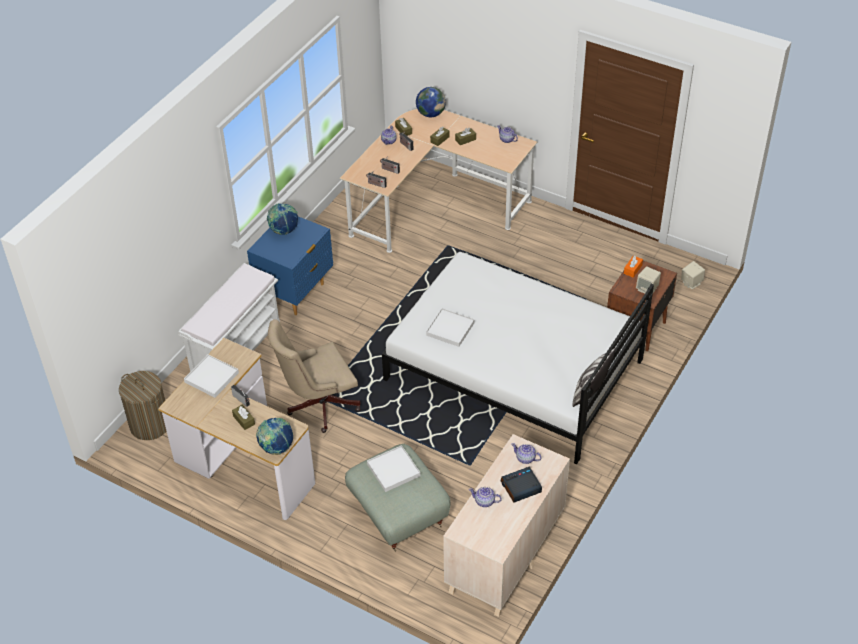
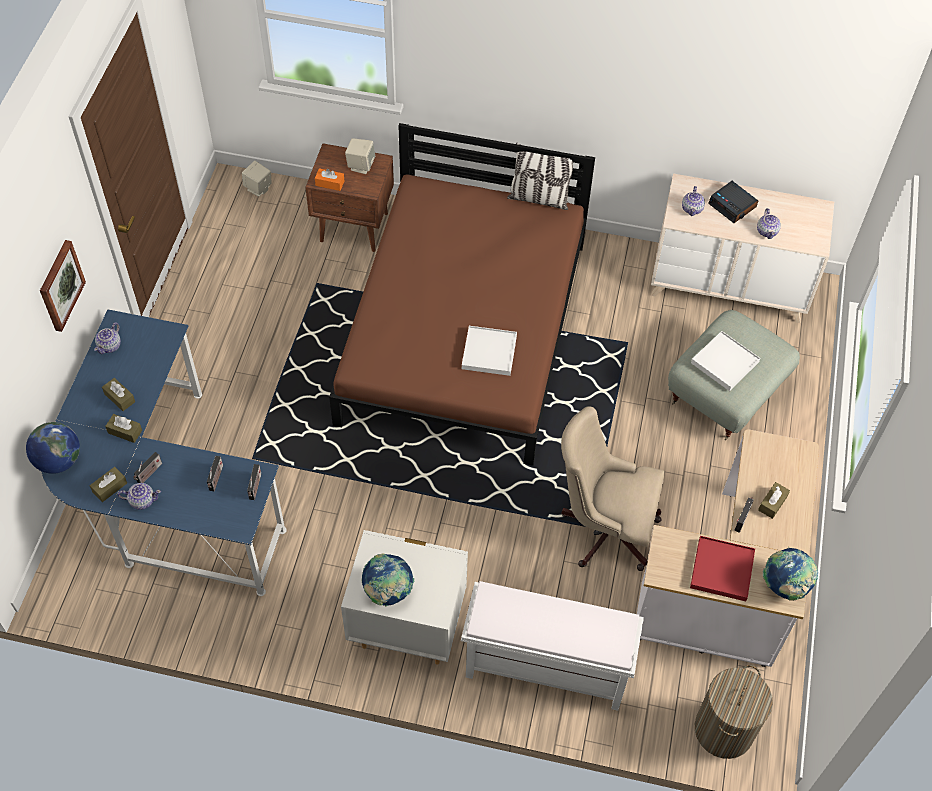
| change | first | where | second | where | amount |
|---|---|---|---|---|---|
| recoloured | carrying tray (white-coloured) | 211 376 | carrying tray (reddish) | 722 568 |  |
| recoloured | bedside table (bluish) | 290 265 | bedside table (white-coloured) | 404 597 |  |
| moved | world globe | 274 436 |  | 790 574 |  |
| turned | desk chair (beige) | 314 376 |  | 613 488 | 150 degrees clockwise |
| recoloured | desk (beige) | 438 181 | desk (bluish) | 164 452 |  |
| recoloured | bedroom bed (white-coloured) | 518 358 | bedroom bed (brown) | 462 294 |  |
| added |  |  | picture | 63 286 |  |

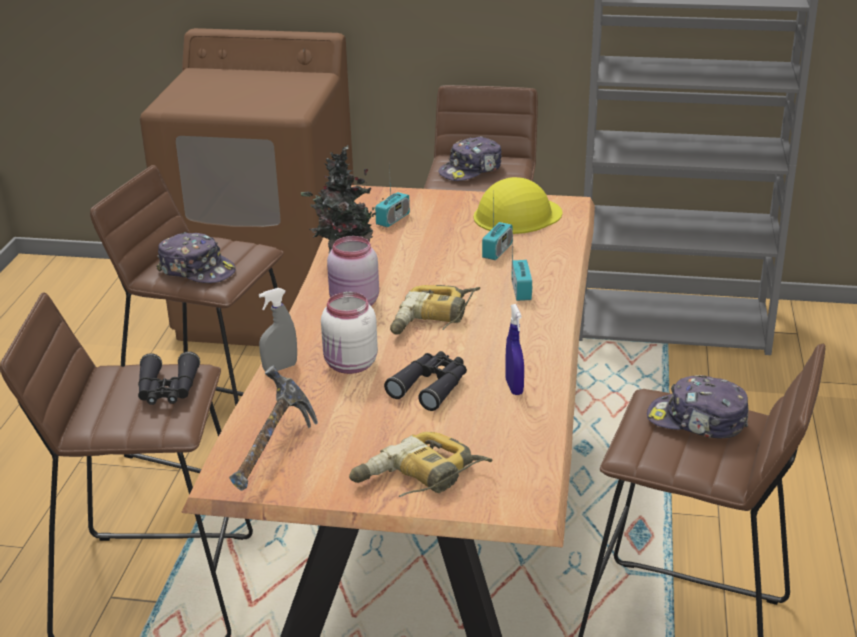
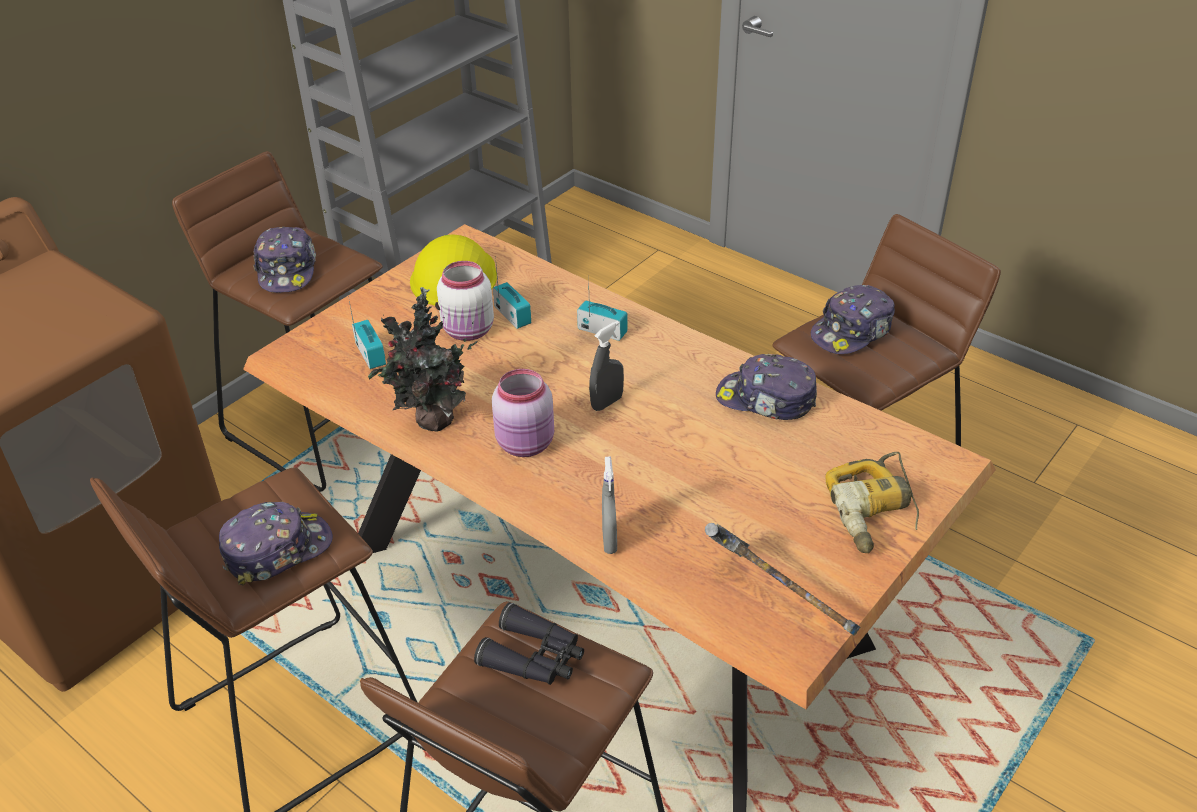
| change | first | where | second | where | amount |
|---|---|---|---|---|---|
| moved | storage jar (white-coloured) | 349 333 |  | 465 301 |  |
| removed | field glasses (black) | 425 381 |  |  |  |
| replaced | electric drill | 435 310 | sprayer (greyish) | 606 366 |  |
| replaced | sprayer (bluish) | 514 349 | cap | 766 387 |  |

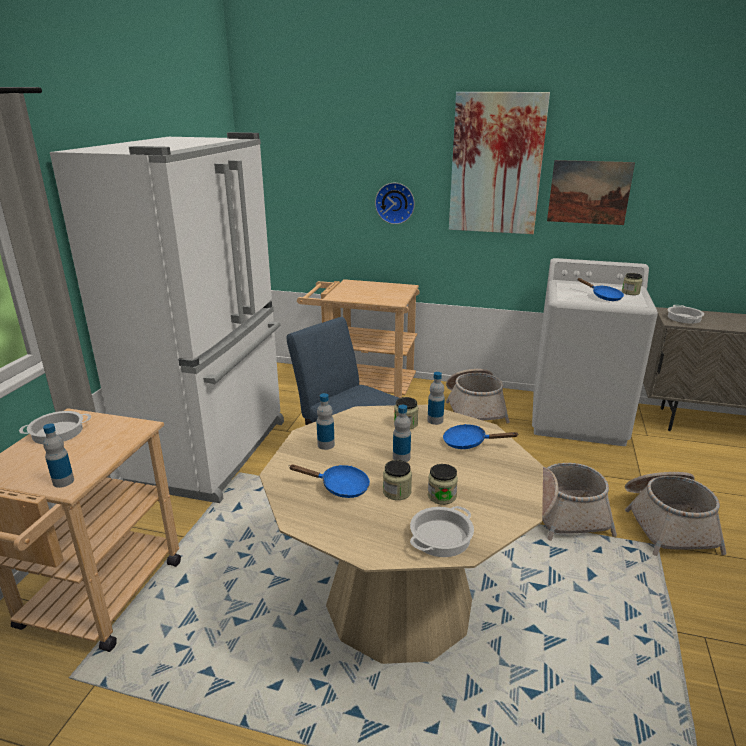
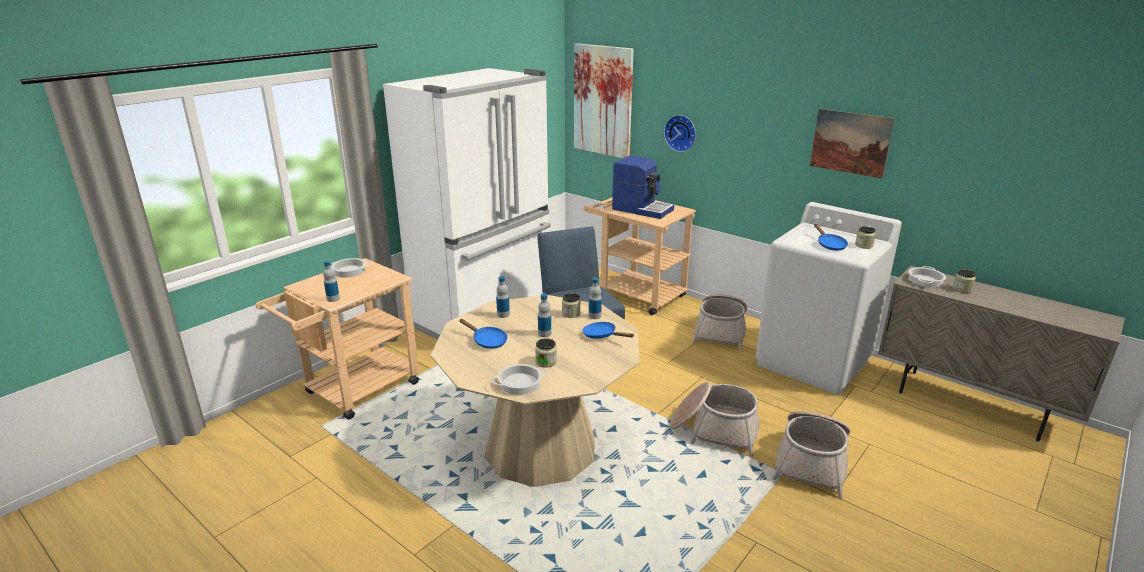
| change | first | where | second | where | amount |
|---|---|---|---|---|---|
| moved | storage jar | 397 480 |  | 964 281 |  |
| moved | picture | 499 163 |  | 604 100 |  |
| added |  |  | coffee machine | 643 187 |  |

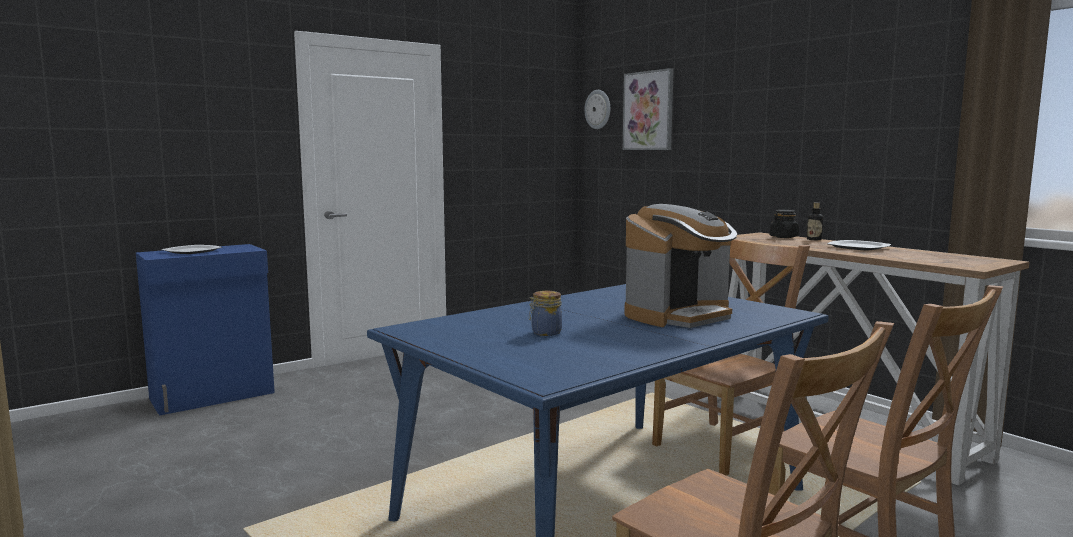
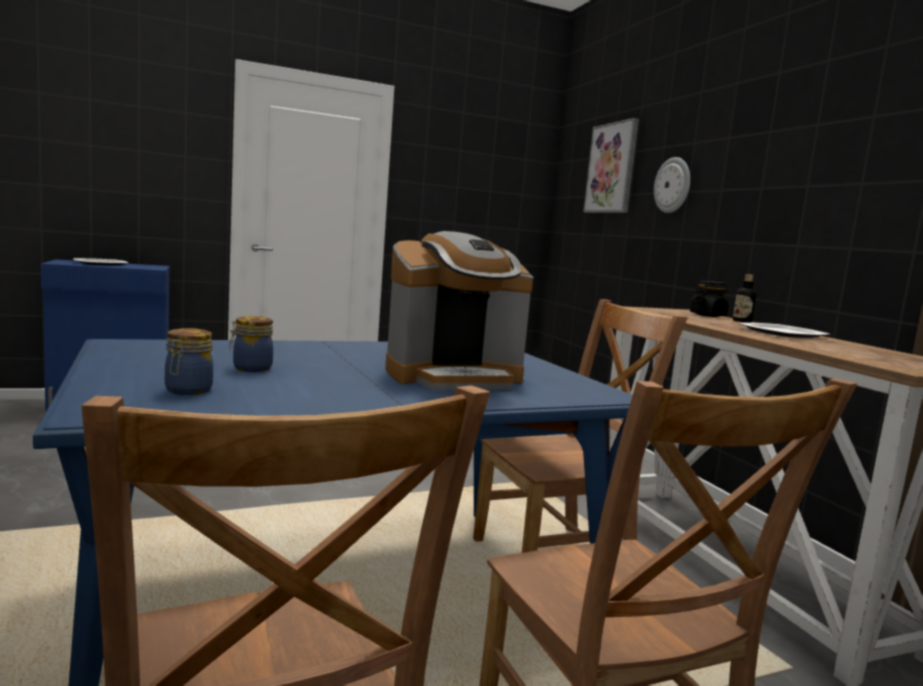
| change | first | where | second | where | amount |
|---|---|---|---|---|---|
| moved | wall clock | 597 109 |  | 672 185 |  |
| added |  |  | storage jar | 189 361 |  |

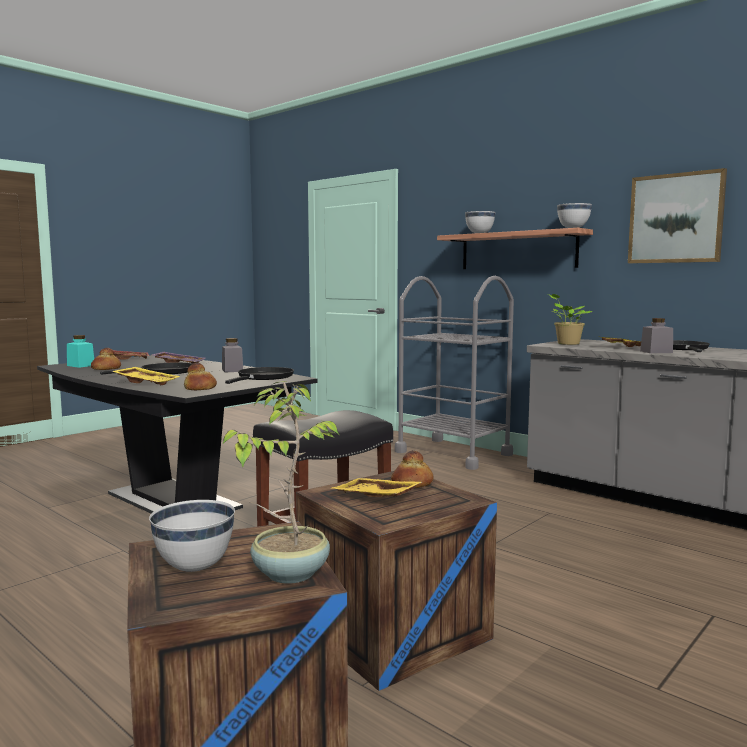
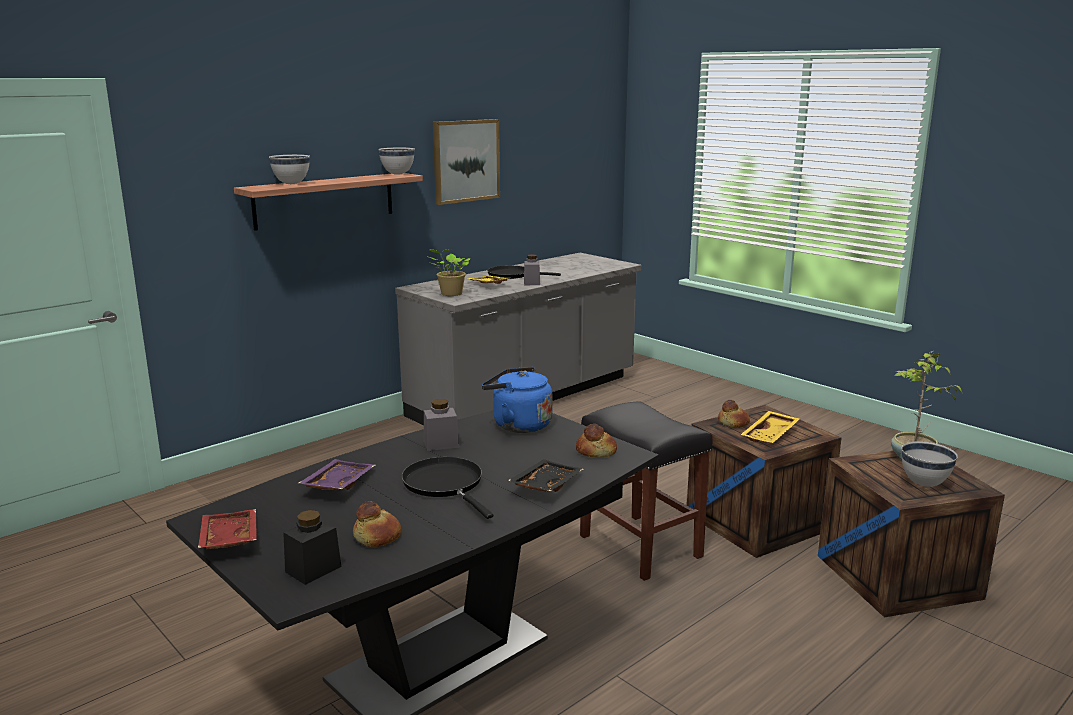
| change | first | where | second | where | amount |
|---|---|---|---|---|---|
| recoloured | storage jar (blue-green) | 80 351 | storage jar (black) | 312 547 |  |
| recoloured | carrying tray (yellow-coloured) | 146 376 | carrying tray (black) | 545 475 |  |
| replaced | skillet (black) | 259 375 | kettle (bluish) | 517 400 |  |
| removed | trolley (greyish) | 454 373 |  |  |  |

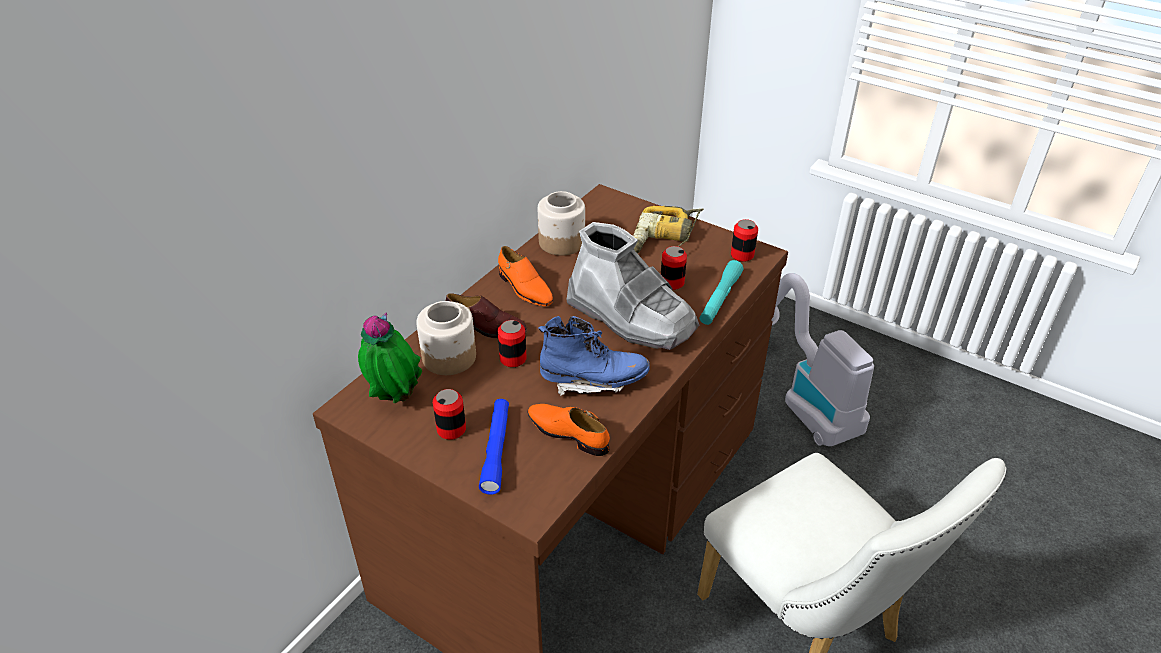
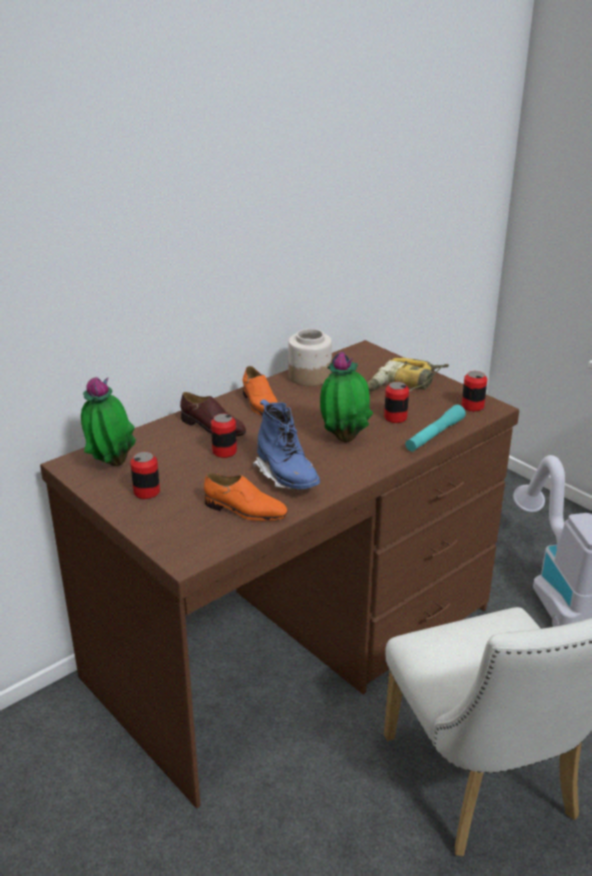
| change | first | where | second | where | amount |
|---|---|---|---|---|---|
| removed | storage jar | 446 338 |  |  |  |
| removed | hand torch (bluish) | 494 447 |  |  |  |
| turned | item of footwear (orange) | 569 430 |  | 246 497 | 150 degrees clockwise |
| turned | tall boot (bluish) | 594 356 |  | 286 444 | 45 degrees clockwise |
| replaced | tall boot (greyish) | 633 286 | potted plant | 347 397 |  |

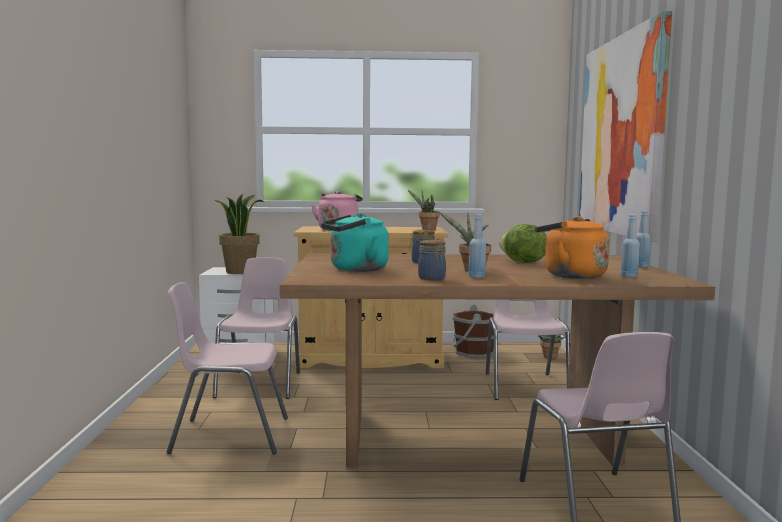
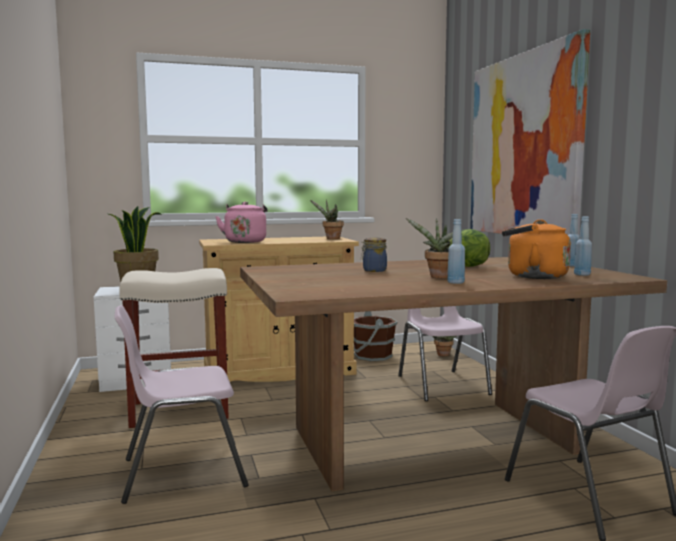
| change | first | where | second | where | amount |
|---|---|---|---|---|---|
| replaced | upright chair (pinkish) | 256 328 | stool seat (beige) | 174 348 |  |
| removed | kettle (blue-green) | 355 242 |  |  |  |
| removed | storage jar | 432 260 |  |  |  |

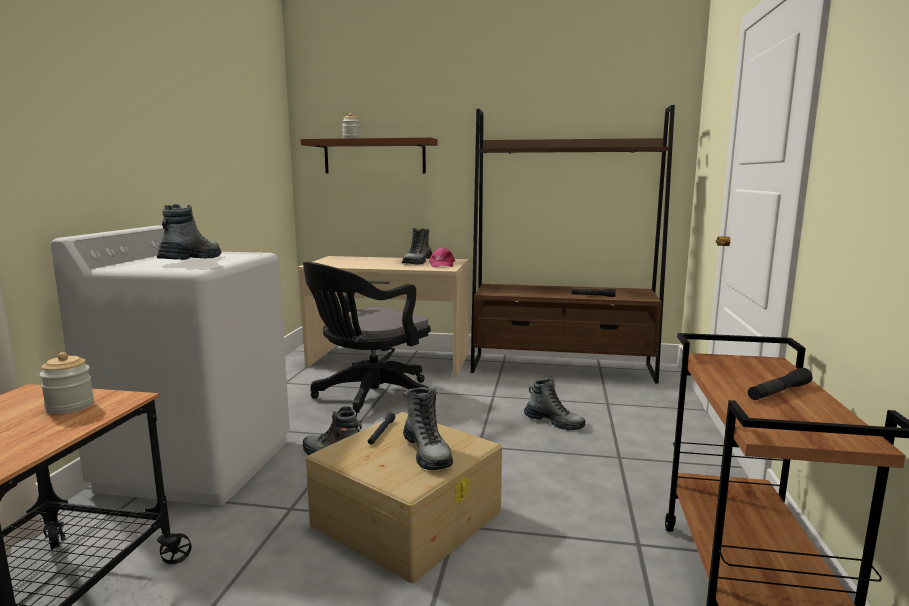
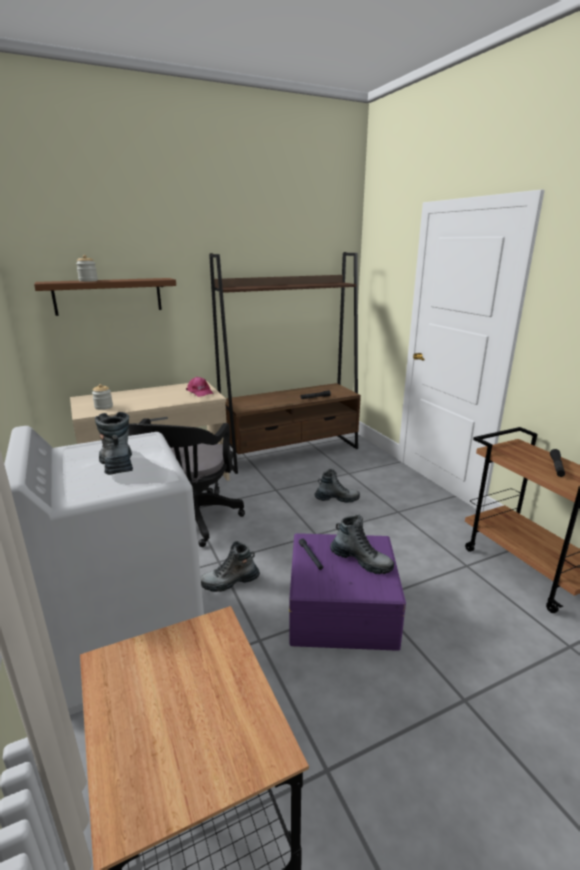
| change | first | where | second | where | amount |
|---|---|---|---|---|---|
| moved | storage jar | 66 383 |  | 102 397 |  |
| recoloured | storage container (beige) | 404 497 | storage container (purple) | 347 592 |  |
| removed | tall boot | 417 246 |  |  |  |

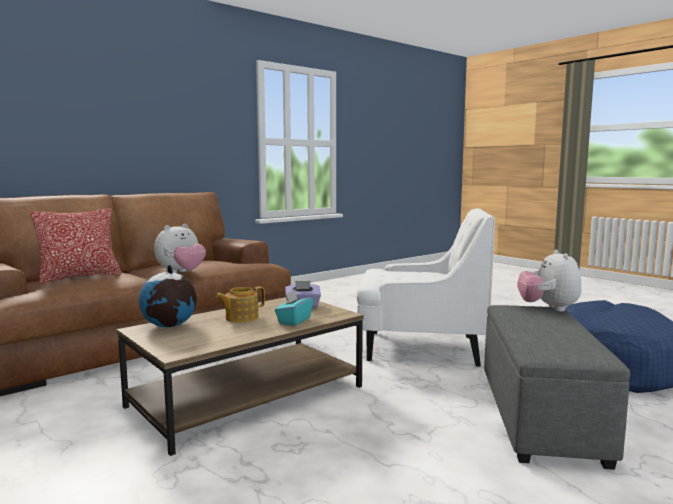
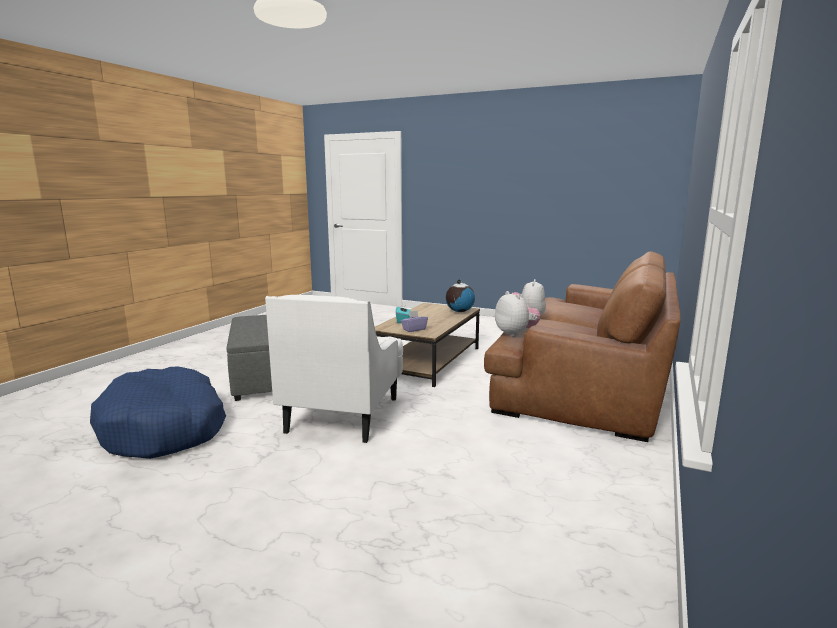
| change | first | where | second | where | amount |
|---|---|---|---|---|---|
| removed | cushion | 75 246 |  |  |  |
| removed | pot for tea | 240 304 |  |  |  |
| turned | easy chair (white-coloured) | 425 287 |  | 334 369 | 60 degrees counterclockwise |
| moved | soft toy | 549 281 |  | 517 314 |  |

